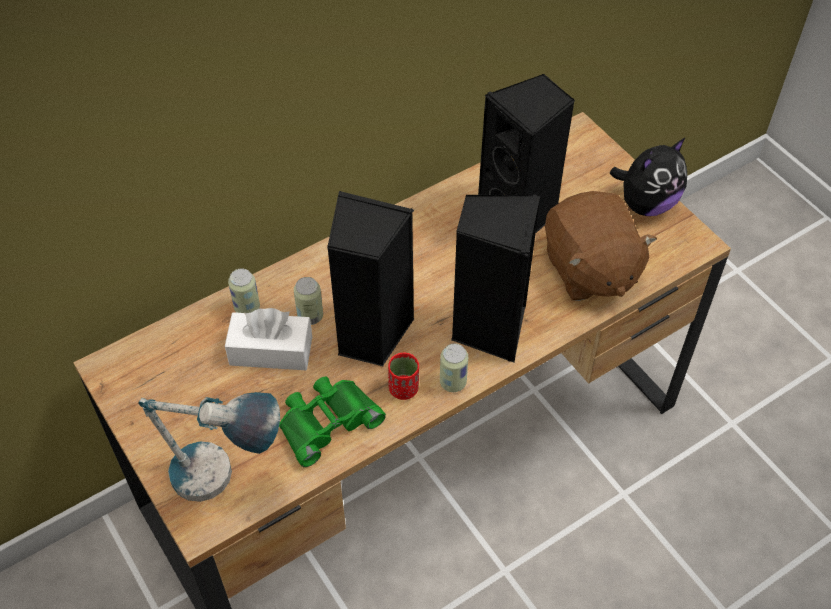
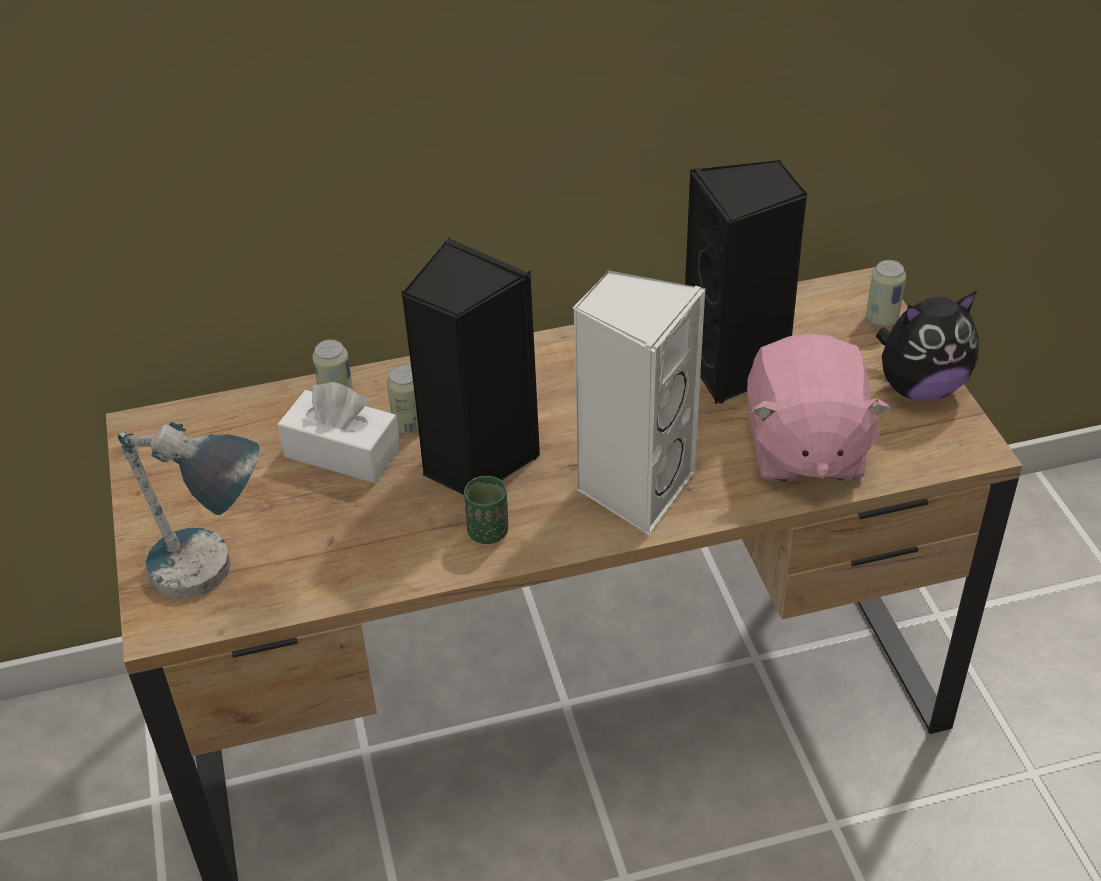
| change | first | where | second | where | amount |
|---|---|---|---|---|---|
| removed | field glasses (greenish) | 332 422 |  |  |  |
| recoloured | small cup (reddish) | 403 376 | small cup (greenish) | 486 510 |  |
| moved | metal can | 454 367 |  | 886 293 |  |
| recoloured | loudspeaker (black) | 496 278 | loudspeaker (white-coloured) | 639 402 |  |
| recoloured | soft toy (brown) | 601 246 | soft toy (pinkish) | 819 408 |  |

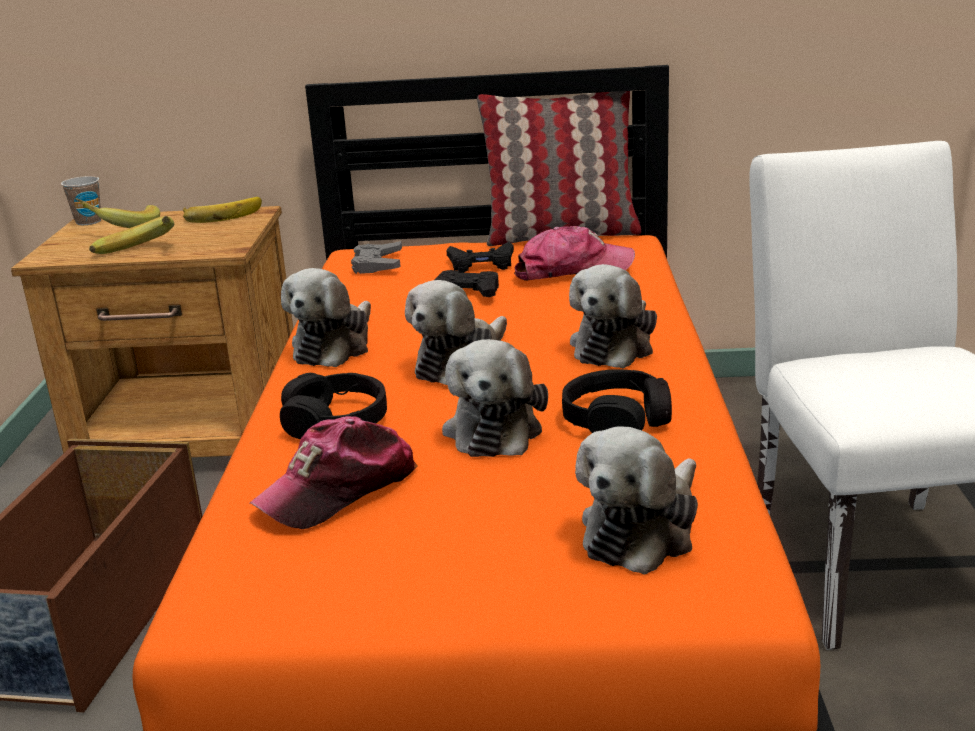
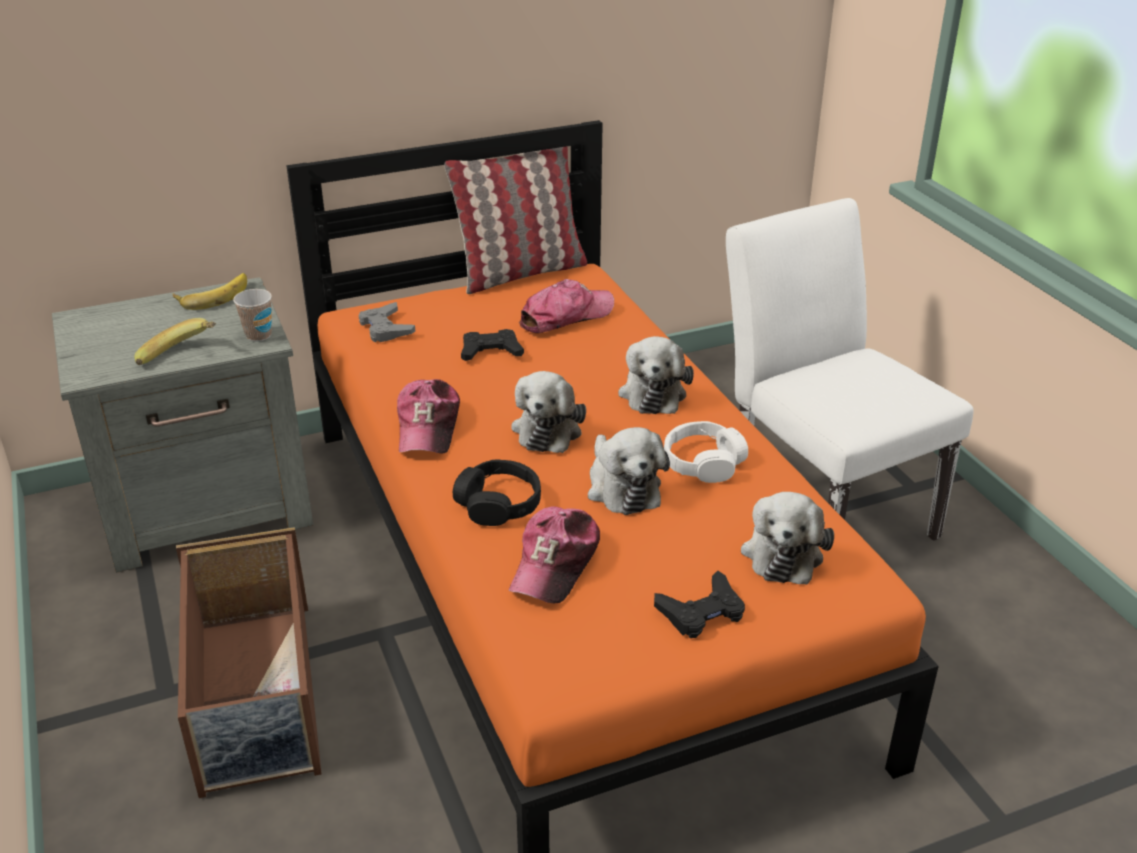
| change | first | where | second | where | amount |
|---|---|---|---|---|---|
| recoloured | bedside table (brown) | 152 331 | bedside table (greyish) | 182 425 |  |
| moved | small cup | 81 200 |  | 252 315 |  |
| removed | whole banana | 117 213 |  |  |  |
| replaced | soft toy | 326 317 | cap | 428 416 |  |
| moved | gamepad (black) | 480 257 |  | 699 604 |  |
| recoloured | headset (black) | 617 401 | headset (white-coloured) | 706 452 |  |

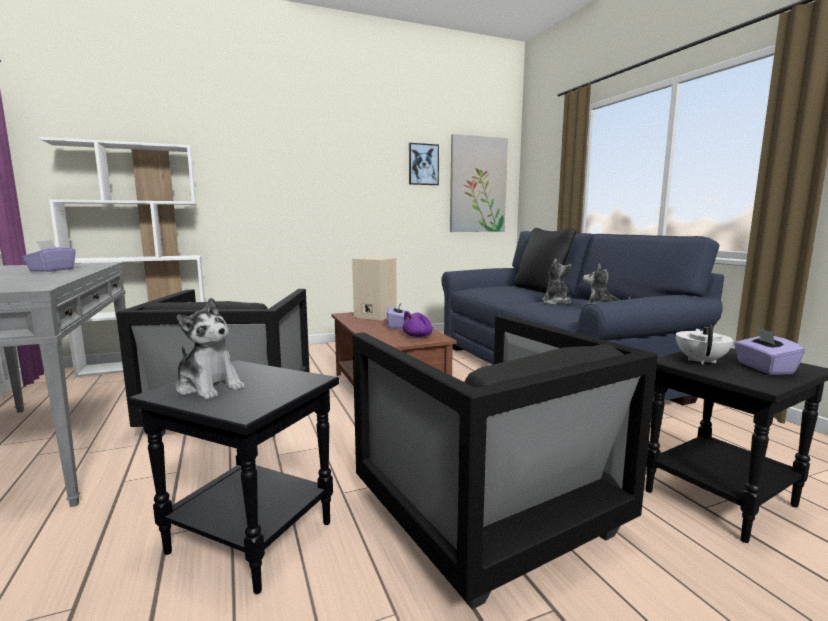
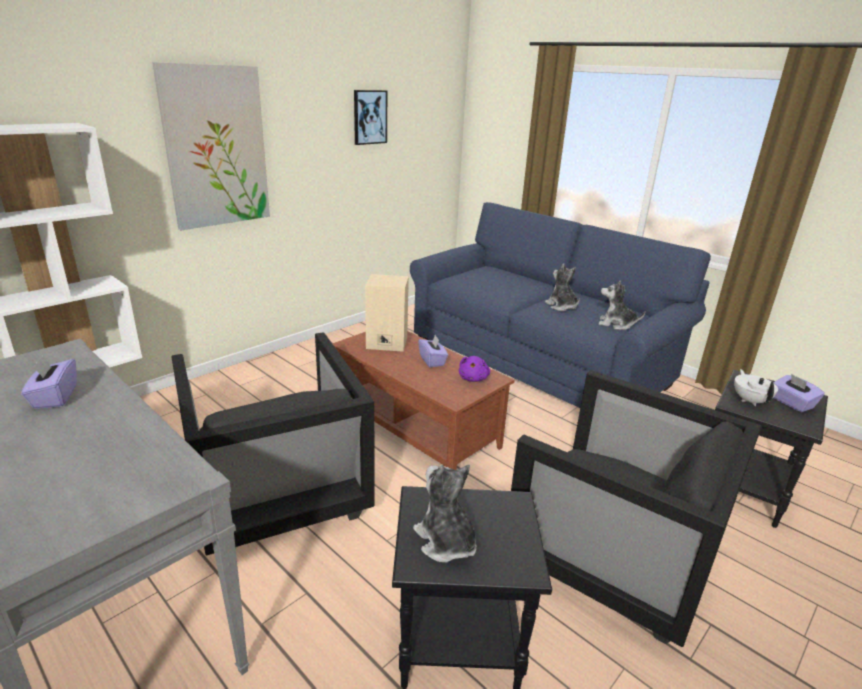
| change | first | where | second | where | amount |
|---|---|---|---|---|---|
| turned | soft toy | 210 348 |  | 445 513 | 135 degrees counterclockwise |
| moved | picture | 479 183 |  | 211 146 |  |
| removed | cushion (black) | 545 260 |  |  |  |

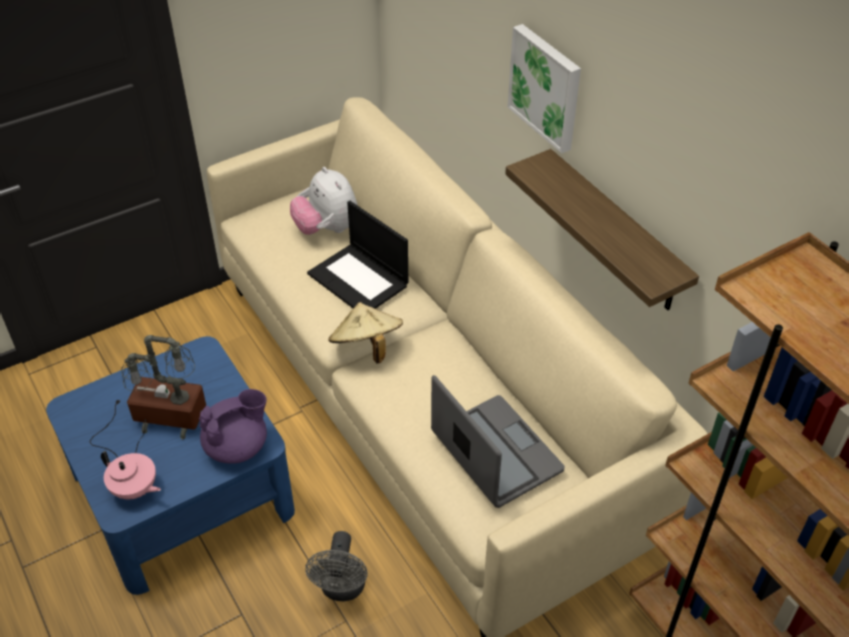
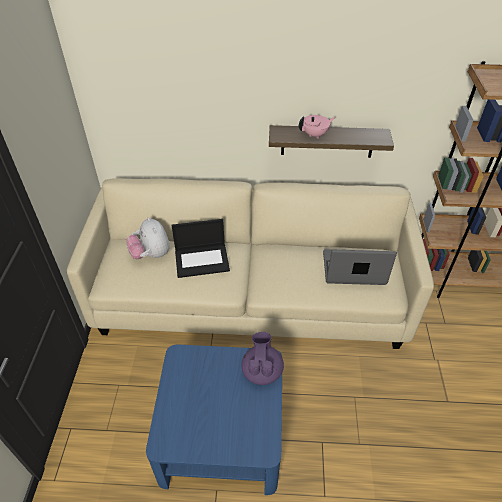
| change | first | where | second | where | amount |
|---|---|---|---|---|---|
| removed | tabletop lamp | 148 396 |  |  |  |
| moved | pot for tea (pinkish) | 131 475 |  | 317 127 |  |
| turned | soft toy | 323 201 |  | 148 238 | 60 degrees clockwise |
| removed | electric fan (greyish) | 336 566 |  |  |  |
| removed | clothing hat (beige) | 365 332 |  |  |  |
| removed | picture | 544 88 |  |  |  |

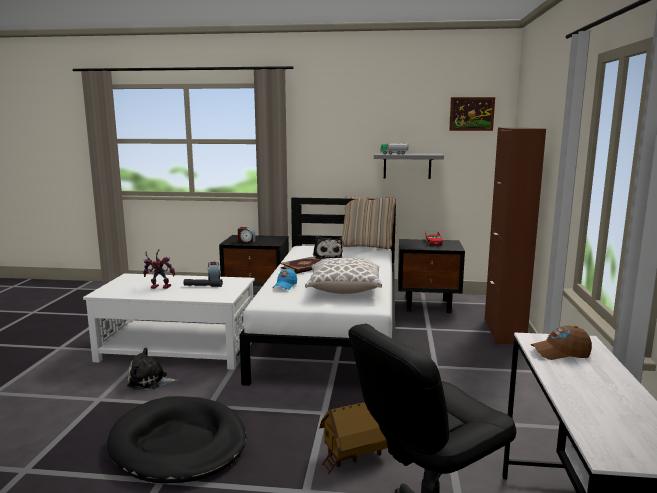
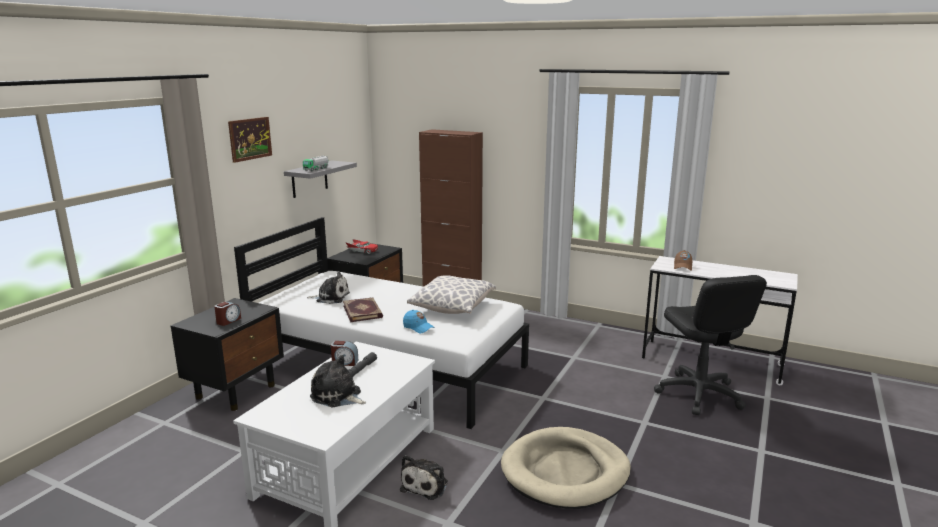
| change | first | where | second | where | amount |
|---|---|---|---|---|---|
| recoloured | pet bed (black) | 177 439 | pet bed (beige) | 566 468 |  |
| replaced | toy robot | 159 269 | soft toy | 338 381 |  |
| removed | toy house | 353 438 |  |  |  |
| removed | cushion (beige) | 368 222 |  |  |  |
| moved | picture | 472 114 |  | 250 140 |  |

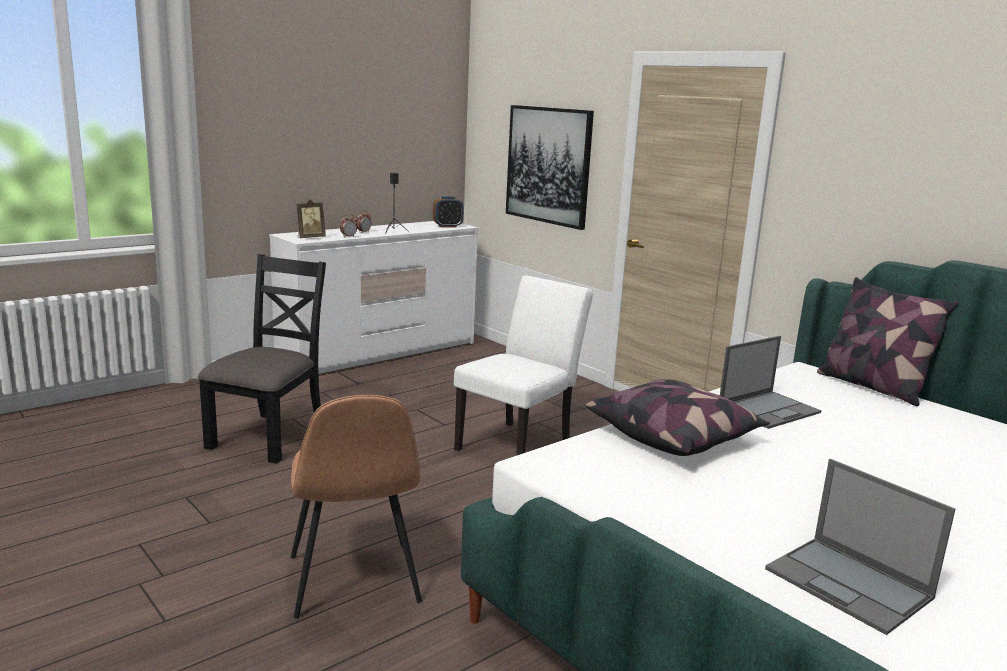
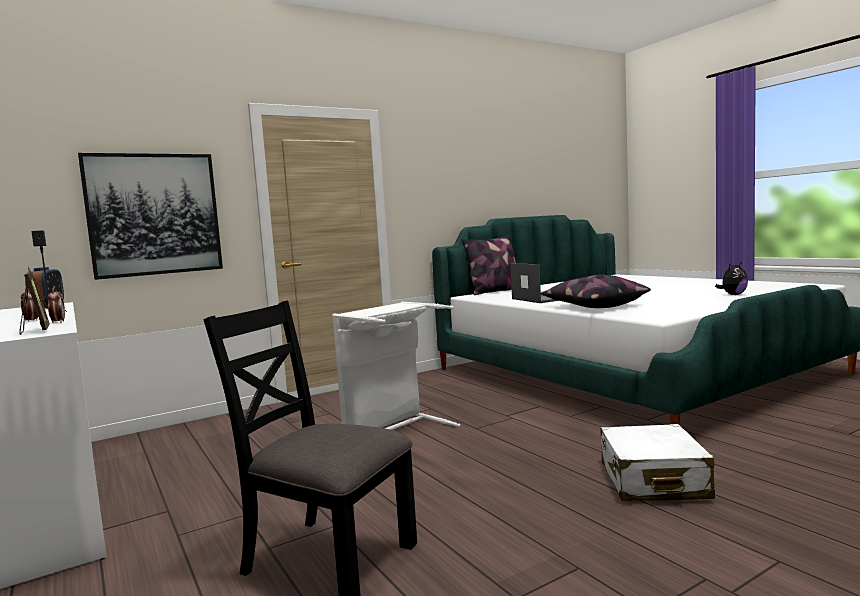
| change | first | where | second | where | amount |
|---|---|---|---|---|---|
| replaced | upright chair (brown) | 356 507 | travel case (white-coloured) | 657 462 |  |
| replaced | upright chair (white-coloured) | 523 365 | hamper (white-coloured) | 396 366 |  |
| replaced | notebook computer | 860 547 | soft toy | 731 278 |  |

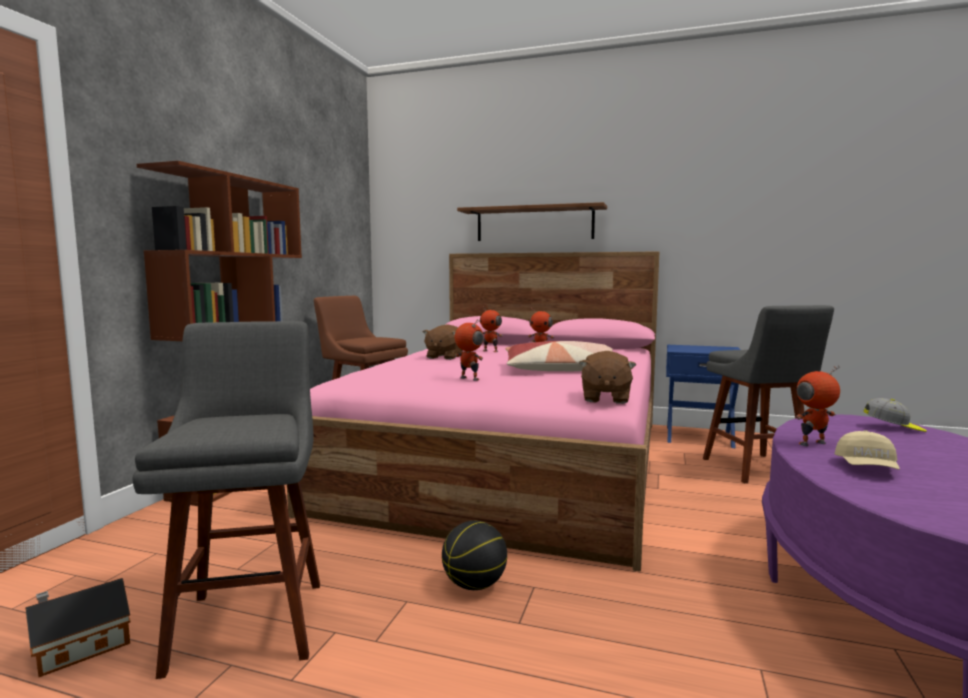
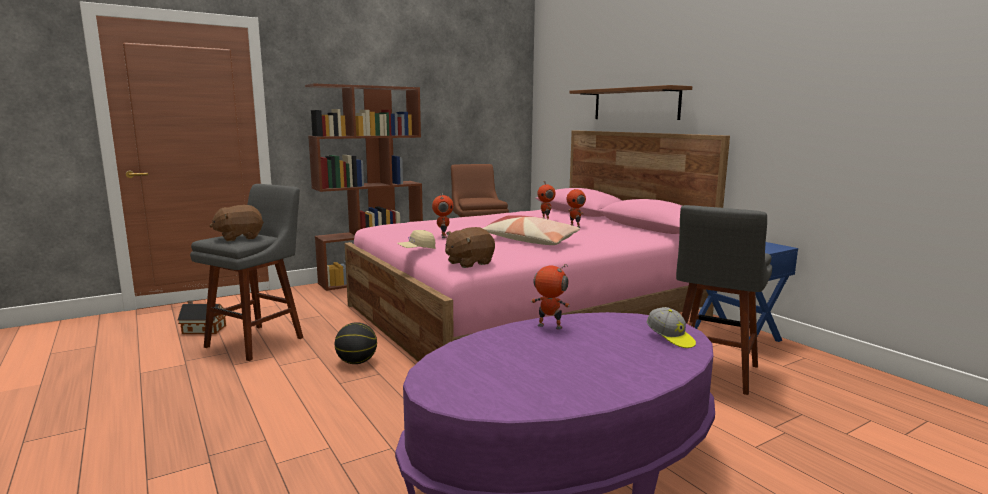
| change | first | where | second | where | amount |
|---|---|---|---|---|---|
| moved | soft toy (brown) | 443 342 |  | 236 223 |  |
| moved | cap (beige) | 867 450 |  | 416 239 |  |

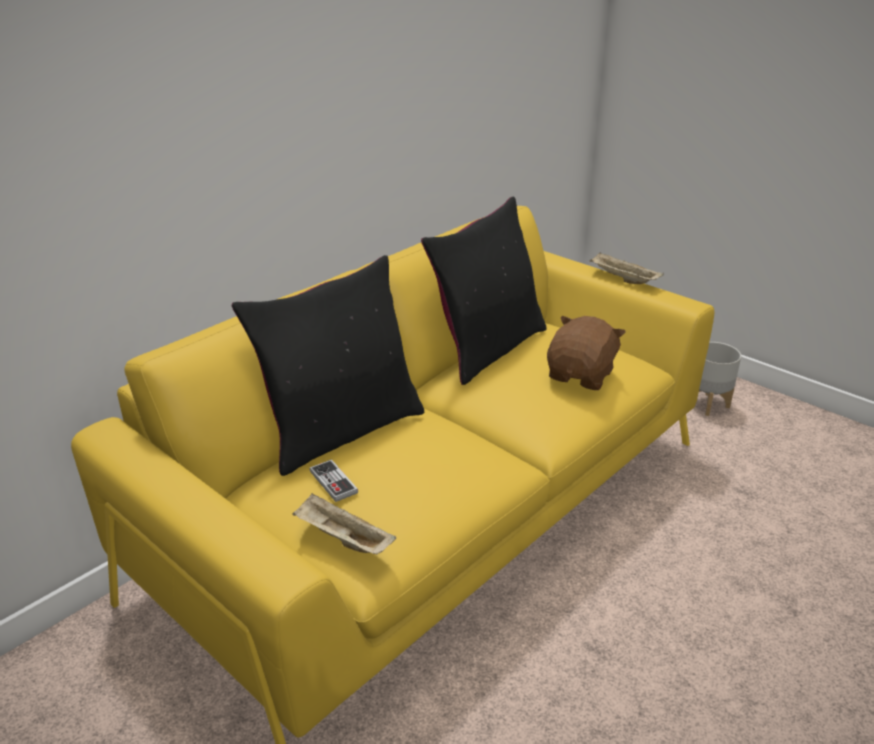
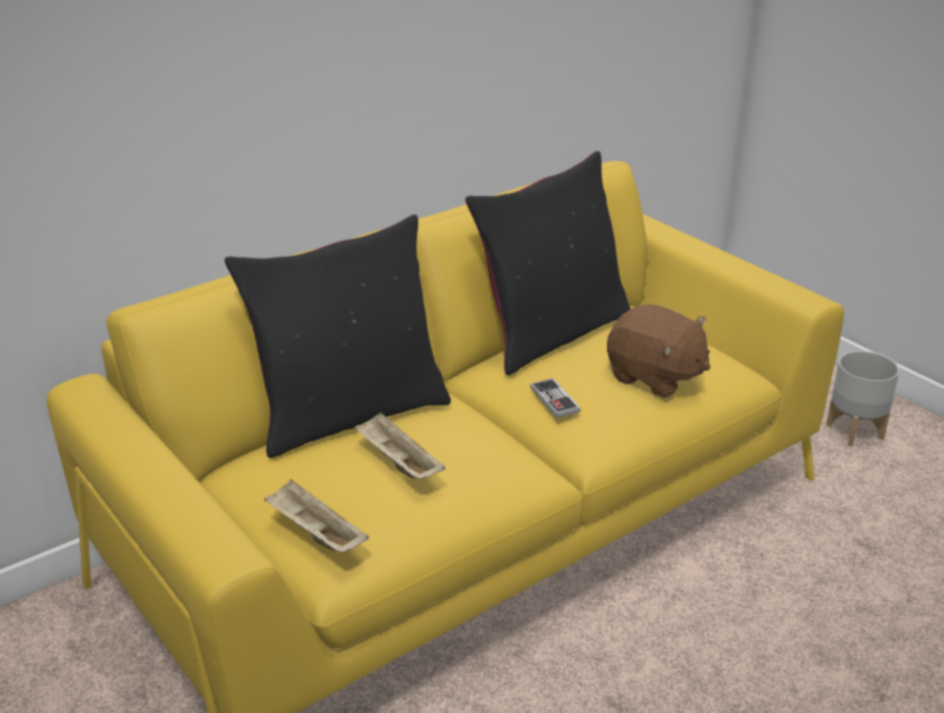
| change | first | where | second | where | amount |
|---|---|---|---|---|---|
| moved | gamepad | 333 480 |  | 555 398 |  |
| turned | soft toy (brown) | 586 353 |  | 658 351 | 90 degrees clockwise |
| moved | carrying tray (beige) | 626 268 |  | 400 446 |  |

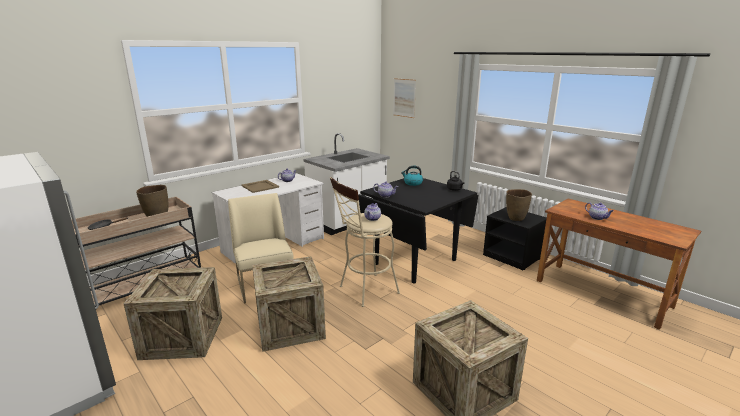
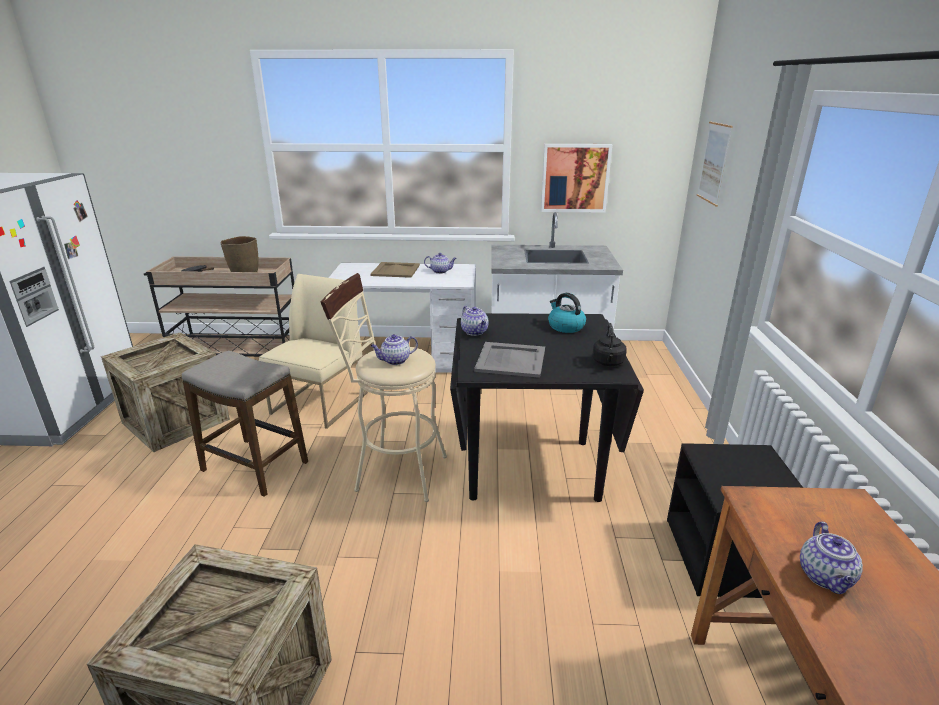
| change | first | where | second | where | amount |
|---|---|---|---|---|---|
| replaced | packing crate | 289 304 | stool seat | 245 424 |  |
| removed | vase (brown) | 519 205 |  |  |  |
| added |  |  | carrying tray (greyish) | 509 360 |  |
| added |  |  | picture | 576 178 |  |

